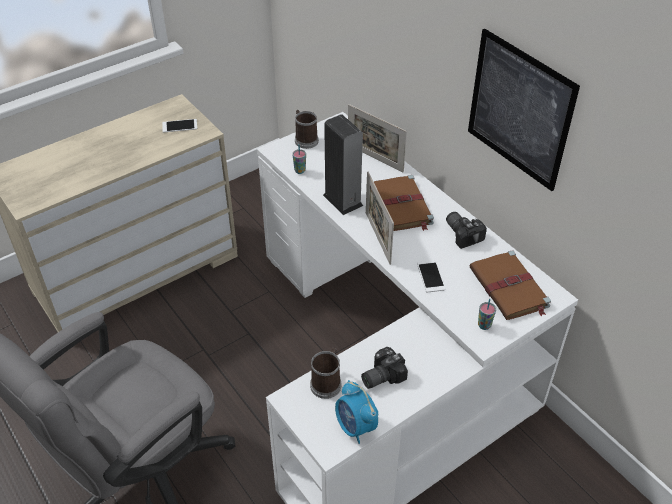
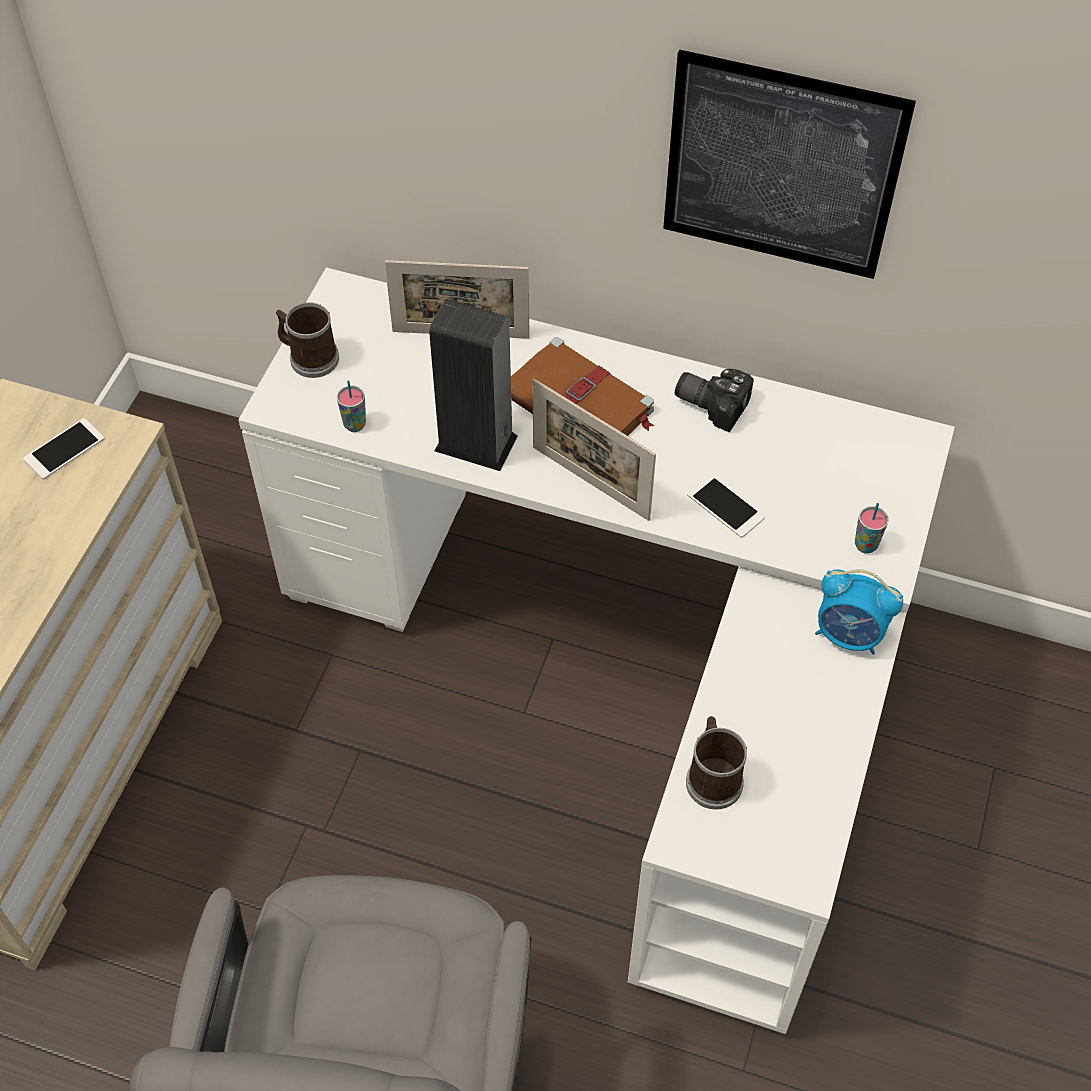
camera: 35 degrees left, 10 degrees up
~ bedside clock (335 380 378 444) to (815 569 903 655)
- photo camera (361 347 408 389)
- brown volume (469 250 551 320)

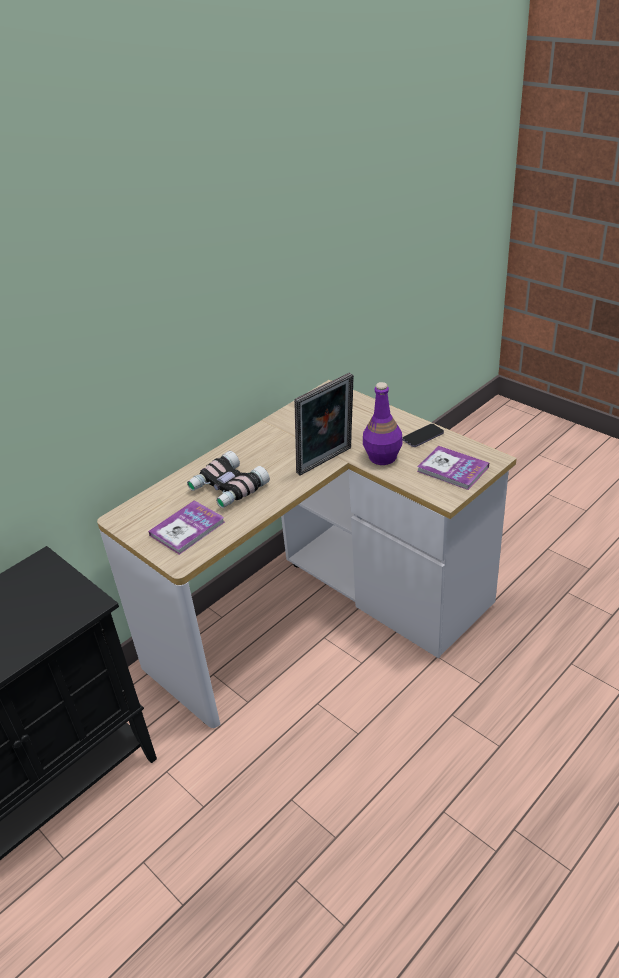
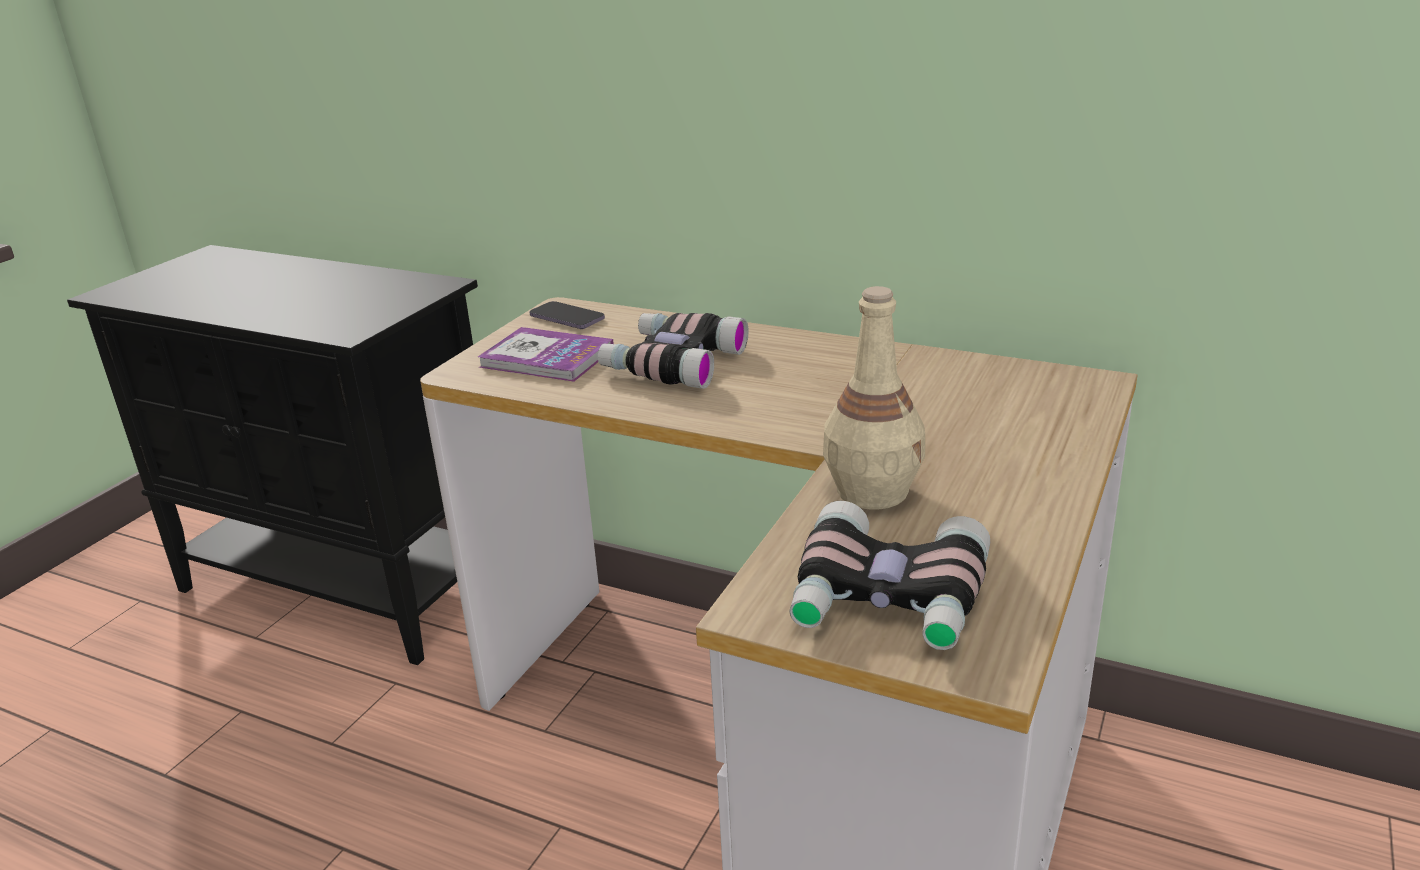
camera: 70 degrees right, 10 degrees down
- standing frame (294 372 354 475)
~ purple drink bottle (363 382 402 465) to sand-coloured drink bottle (823 286 925 510)
~ phone (403 424 444 447) to (529 301 605 329)
~ volume (417 446 489 490) to pair of binoculars (789 501 990 650)

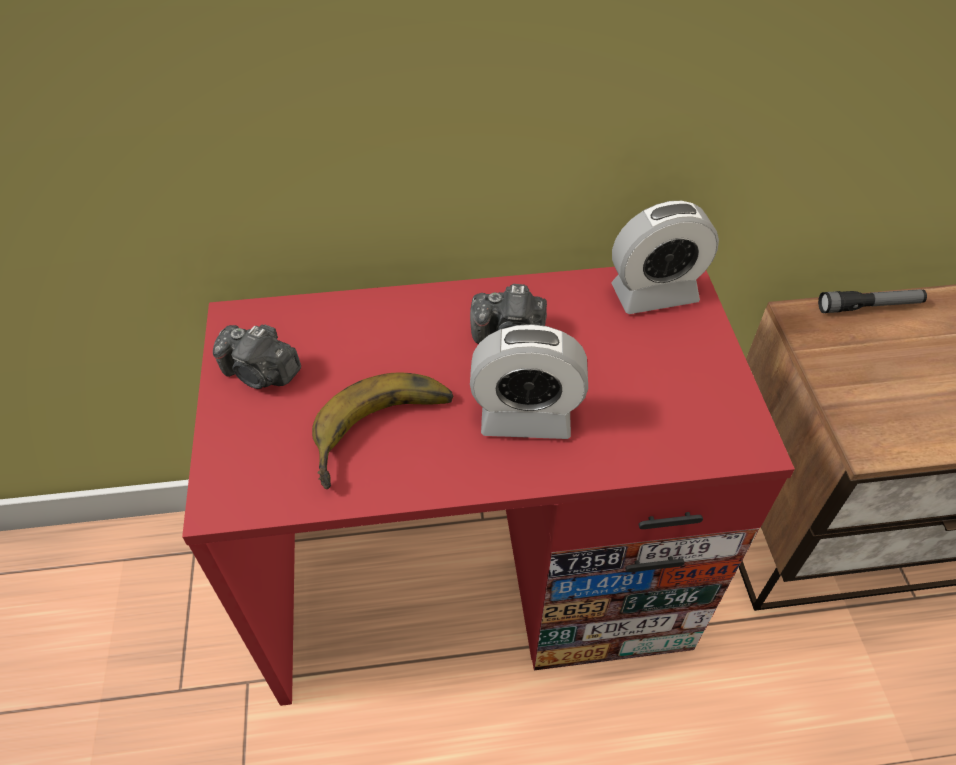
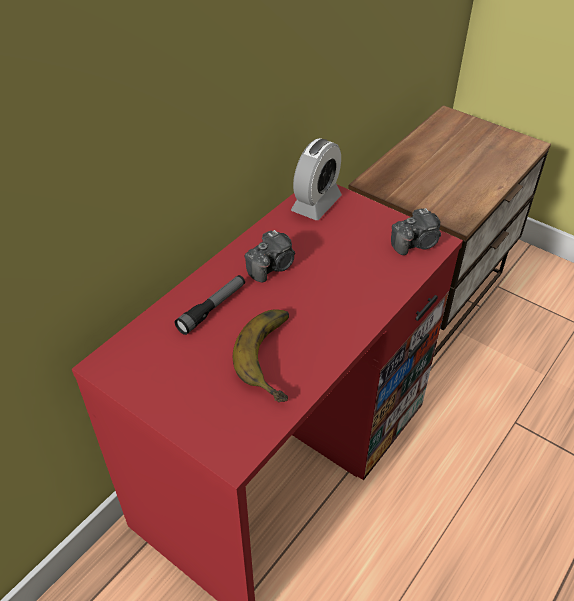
camera: 45 degrees left, 5 degrees down
~ photo camera (213 324 301 389) to (391 208 441 255)
- bedside clock (470 324 588 439)
~ flashlight (818 289 927 313) to (175 275 245 335)

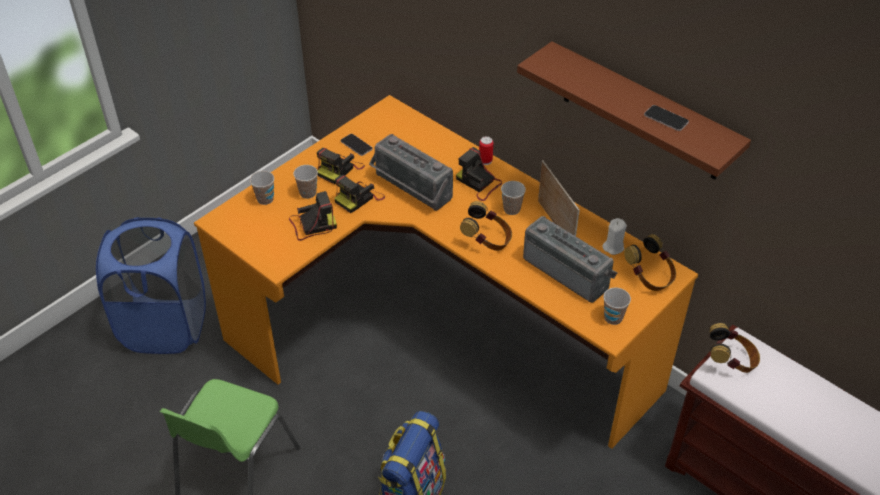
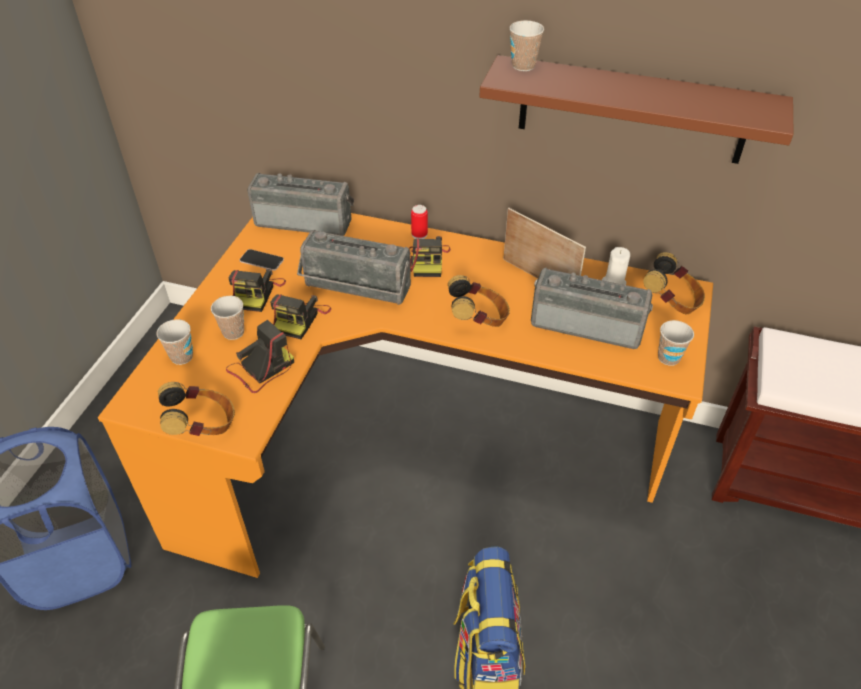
camera: 25 degrees left, 0 degrees up
~ photo camera (456 147 502 201) = (409 236 450 277) 105 degrees counterclockwise
~ drinking cup (501 181 526 215) to (509 20 544 71)
- phone (644 105 689 131)
~ headphones (710 323 760 373) to (158 382 235 436)
+ radio (248 173 354 236)

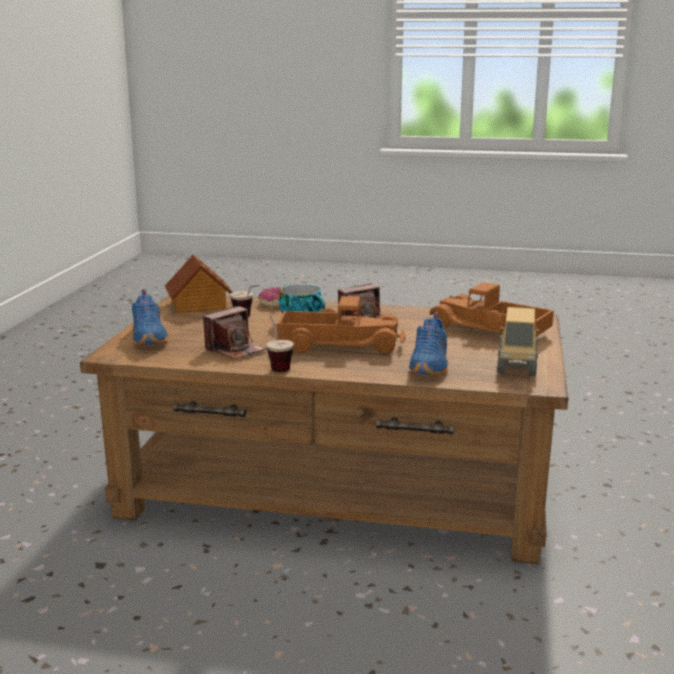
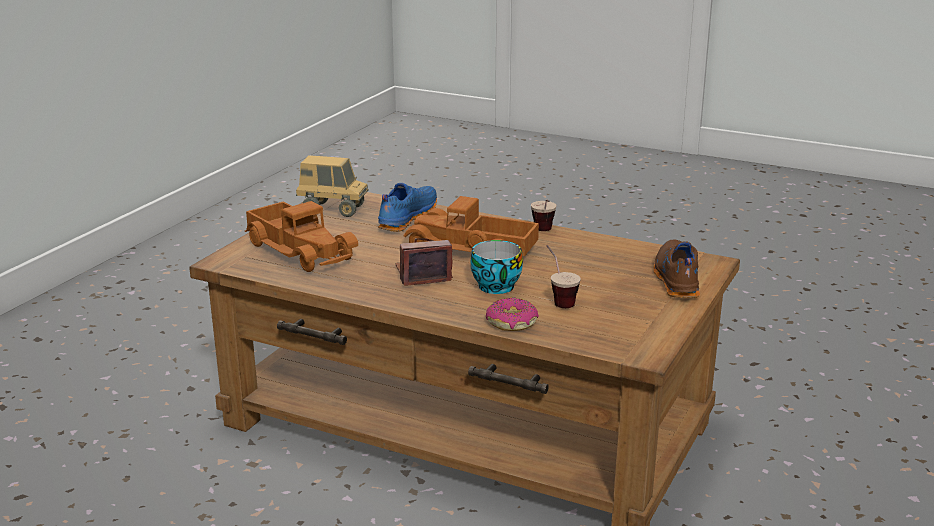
camera: 165 degrees left, 5 degrees up
~ bluish item of footwear (132 289 168 346) to brown item of footwear (653 240 700 298)
- miniature house (165 255 233 314)
- photo camera (203 306 267 360)
~ toy lorry (497 307 540 376) = (296 155 368 217) 105 degrees counterclockwise

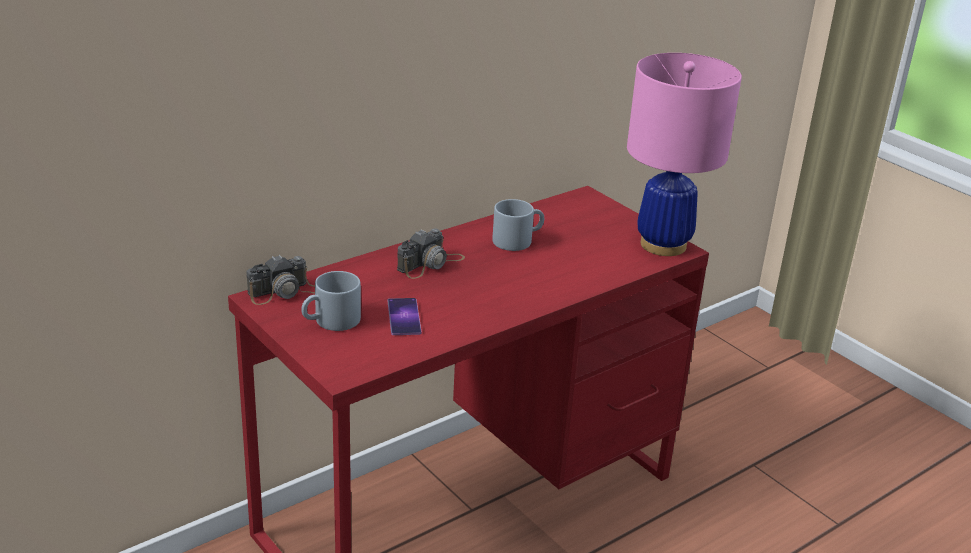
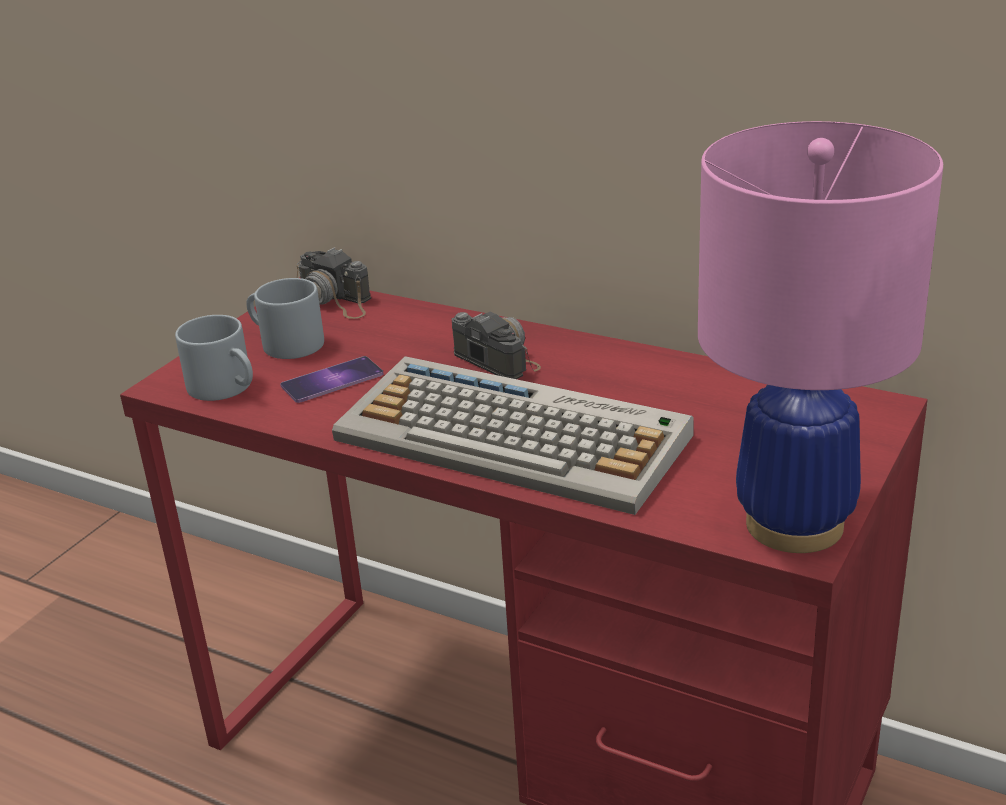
camera: 70 degrees right, 0 degrees up
~ photo camera (397 229 465 279) = (452 312 541 379) 150 degrees counterclockwise
~ gray tea mug (492 199 544 251) to (175 315 253 401)
+ PC keyboard (332 356 694 515)

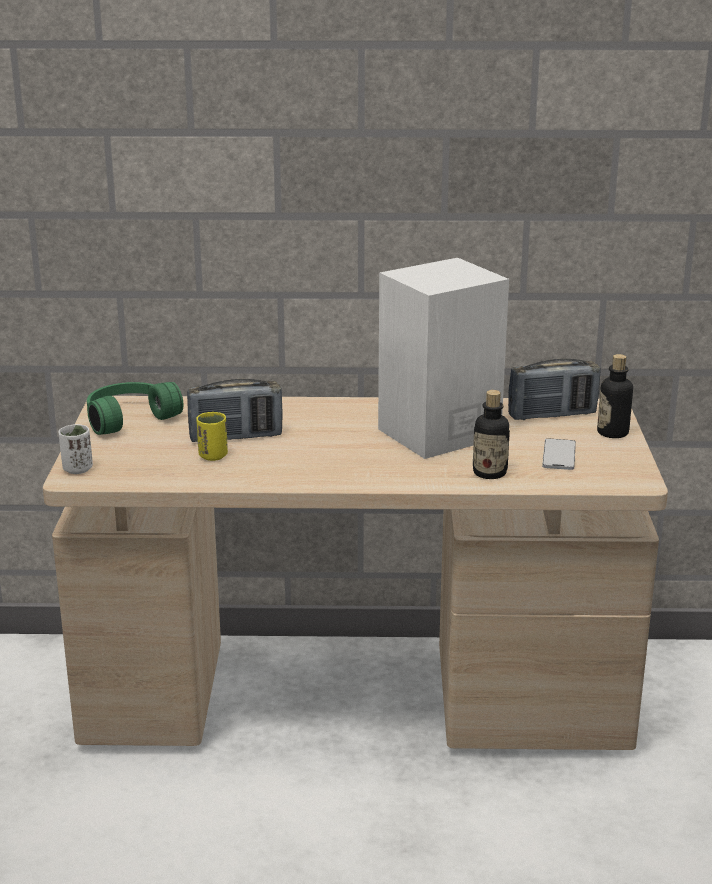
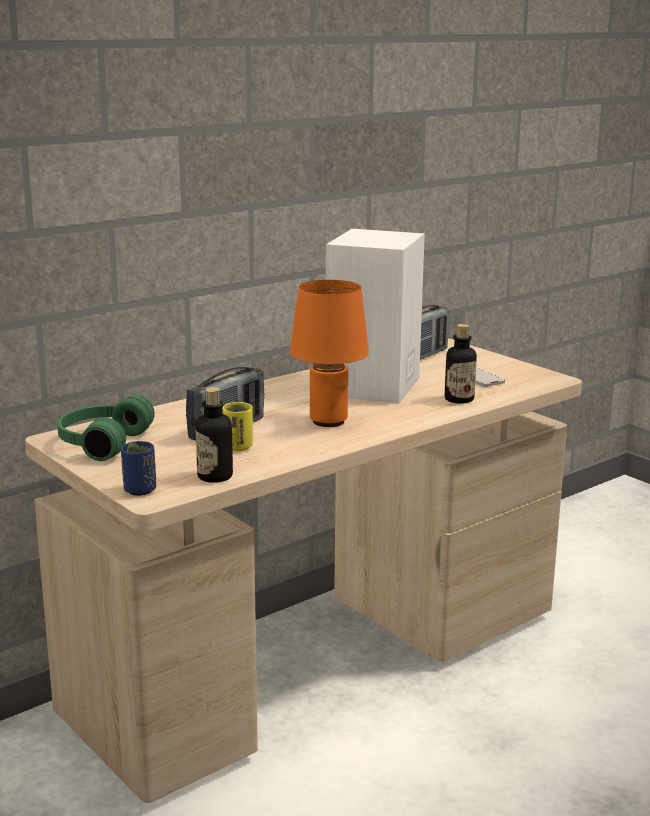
camera: 40 degrees left, 5 degrees down
~ white-coloured drinking cup (58 424 93 474) to bluish drinking cup (121 441 156 496)
~ drink bottle (597 354 633 438) to (196 387 233 483)
+ orange table lamp (290 280 369 427)

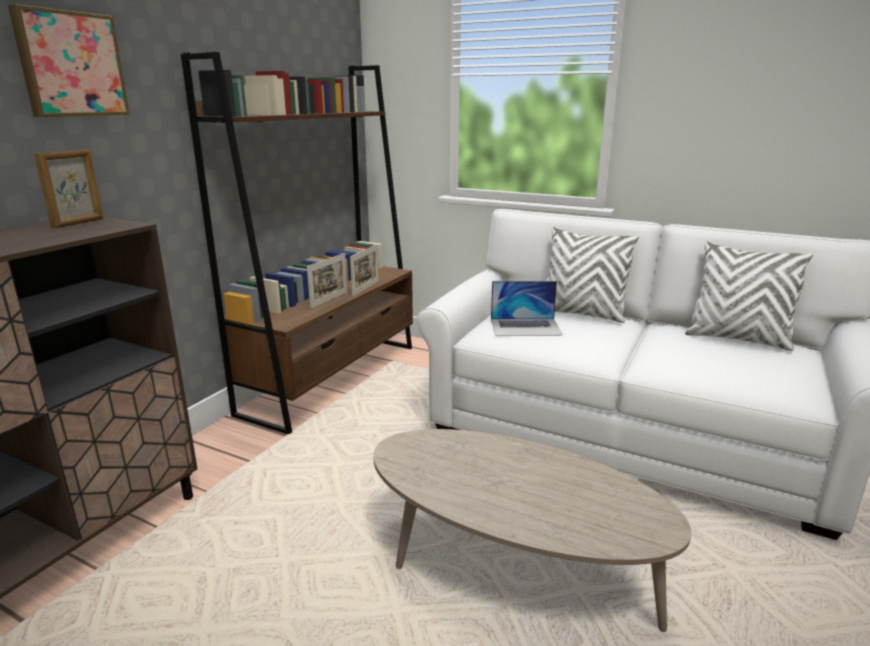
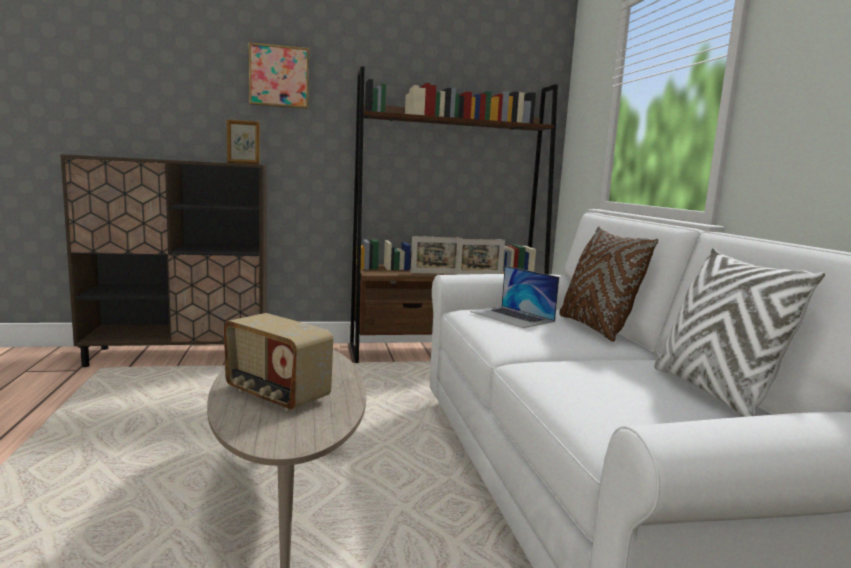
camera: 50 degrees right, 10 degrees down
~ white-coloured pillow (546 227 639 323) to brown pillow (559 226 659 342)
+ radio (224 313 333 411)

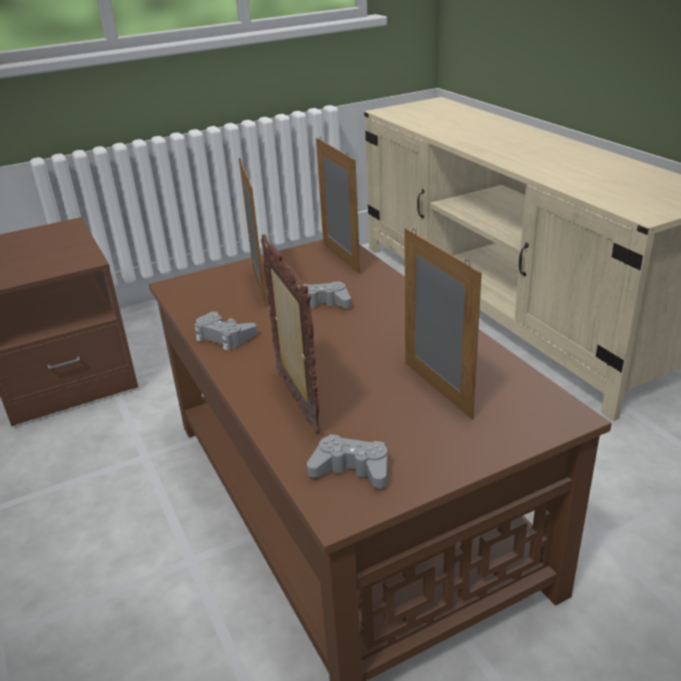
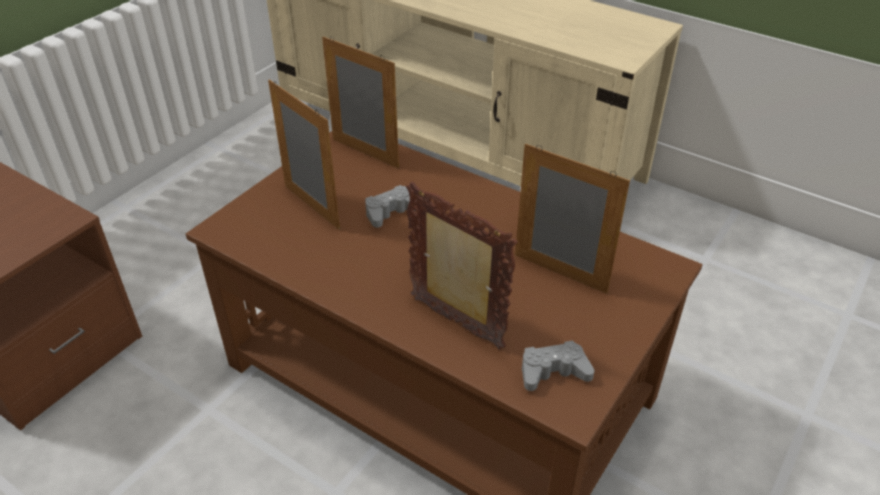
camera: 30 degrees left, 10 degrees up
- gray joypad (194 312 257 351)

